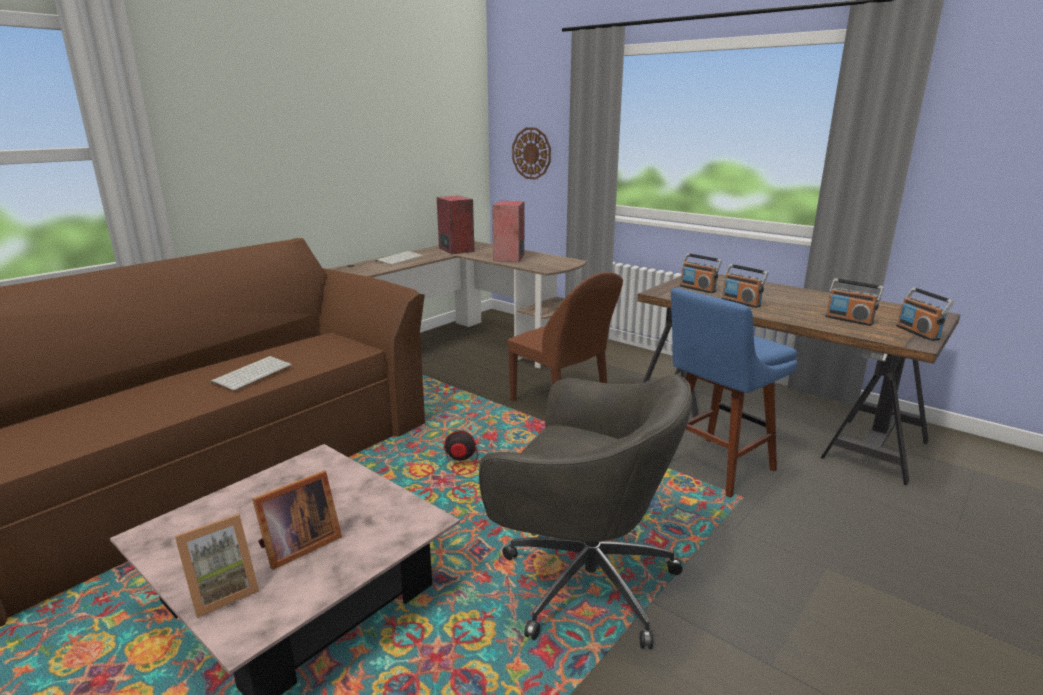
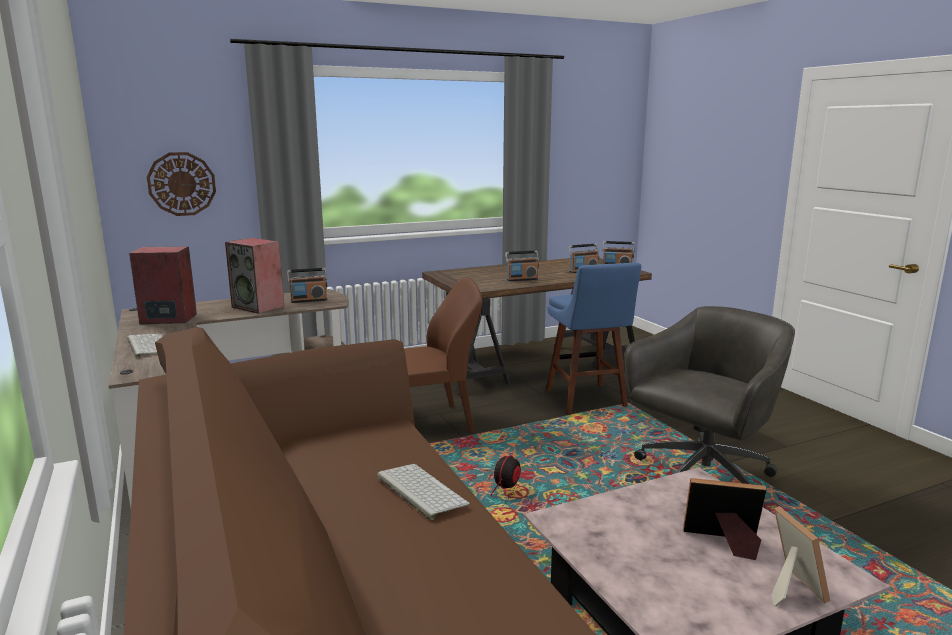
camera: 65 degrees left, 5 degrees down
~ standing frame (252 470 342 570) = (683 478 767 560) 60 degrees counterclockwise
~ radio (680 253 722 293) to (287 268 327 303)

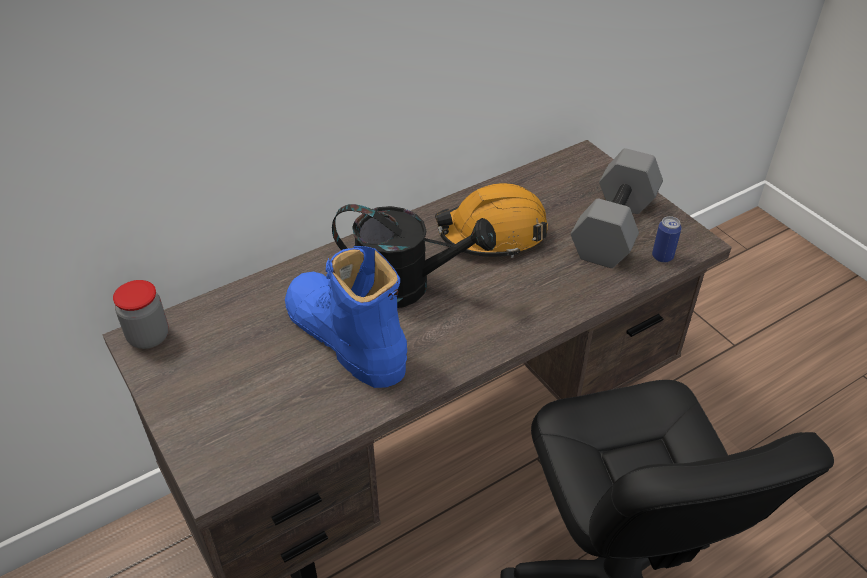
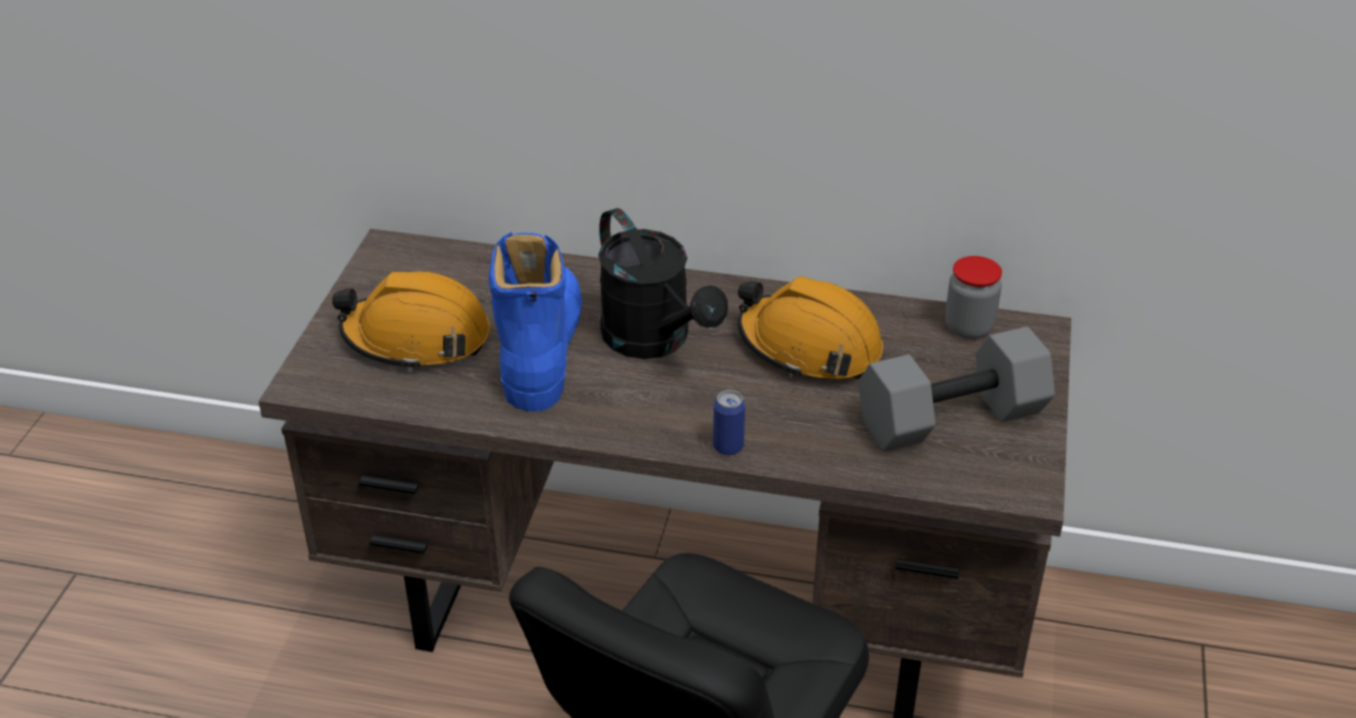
camera: 45 degrees right, 5 degrees down
~ storage jar (113 280 169 349) to (945 256 1002 339)
~ sealed can (652 216 681 263) to (713 390 745 455)
+ orange work helmet (332 271 490 371)

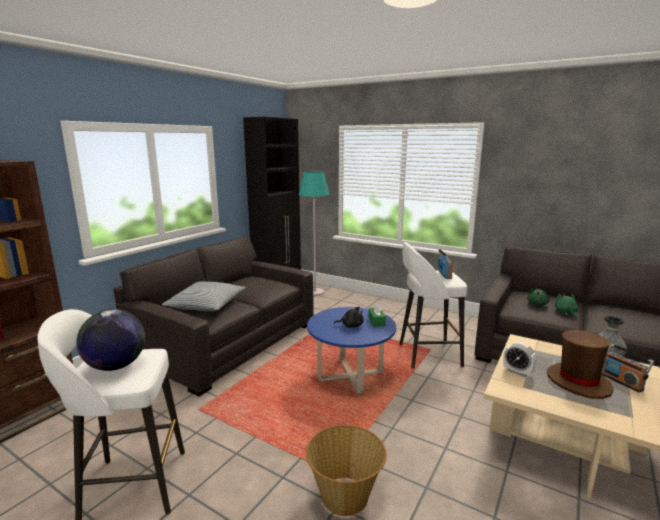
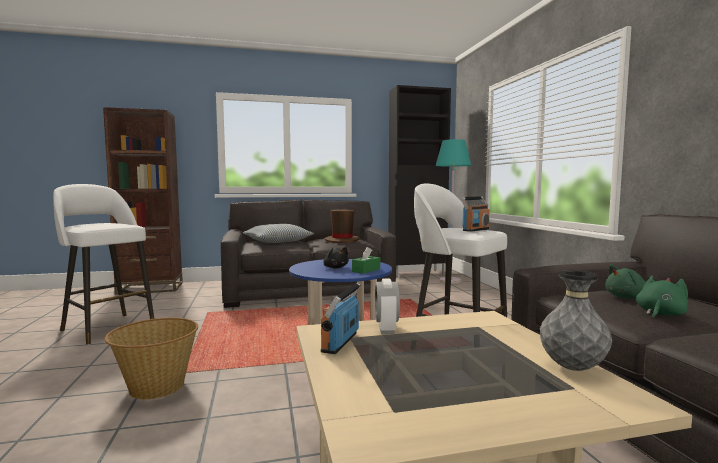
camera: 45 degrees right, 10 degrees down
- desk globe (77 309 145 371)
~ brown hat (547 330 614 399) to (325 210 360 243)
~ radio (601 344 654 392) to (321 283 361 354)

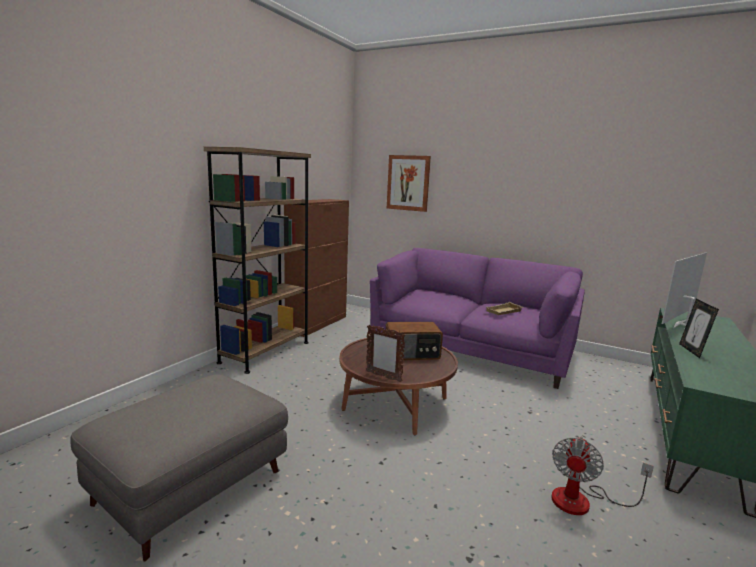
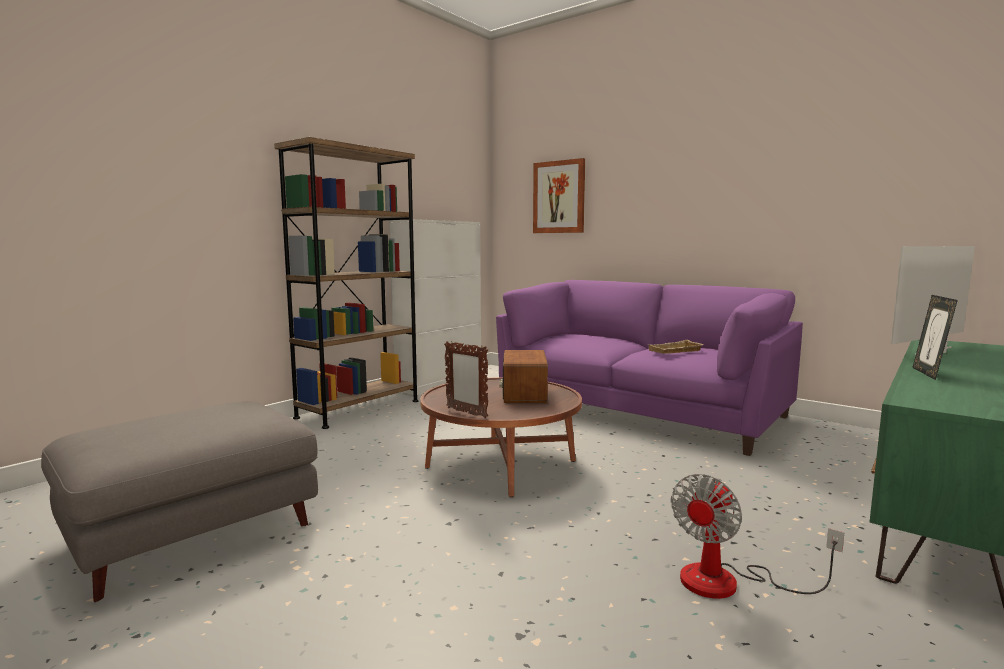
camera: 10 degrees right, 5 degrees down
~ brown storage cabinet (284 199 349 337) to white-coloured storage cabinet (389 219 481 395)
~ radio (386 322 443 360) = (499 350 548 403) 90 degrees clockwise

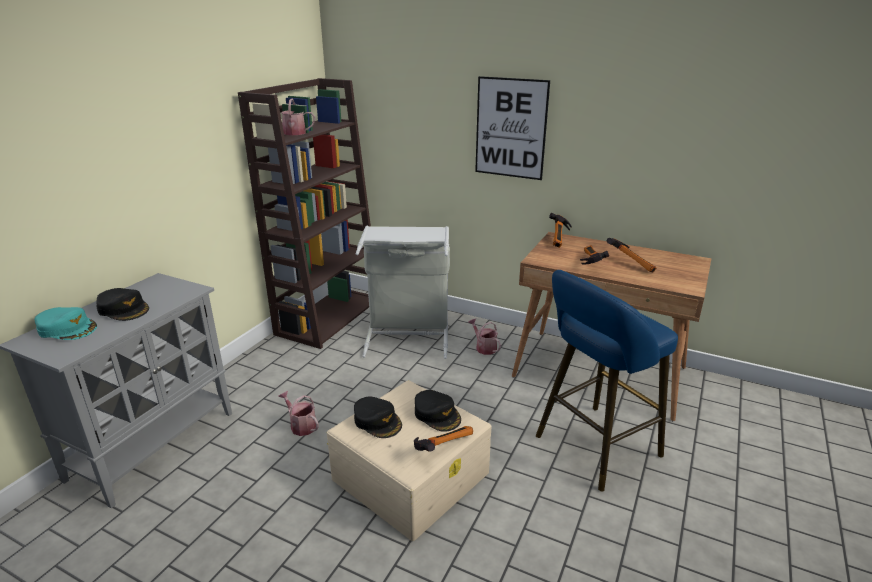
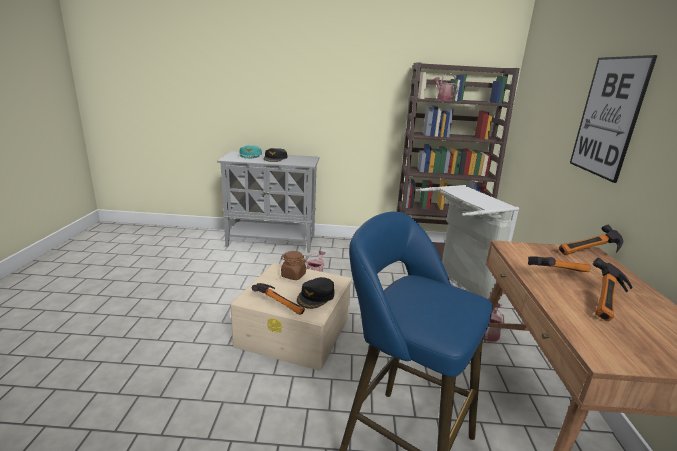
camera: 65 degrees right, 5 degrees down
~ black baseball cap (354 396 402 438) to brown storage jar (281 251 306 280)

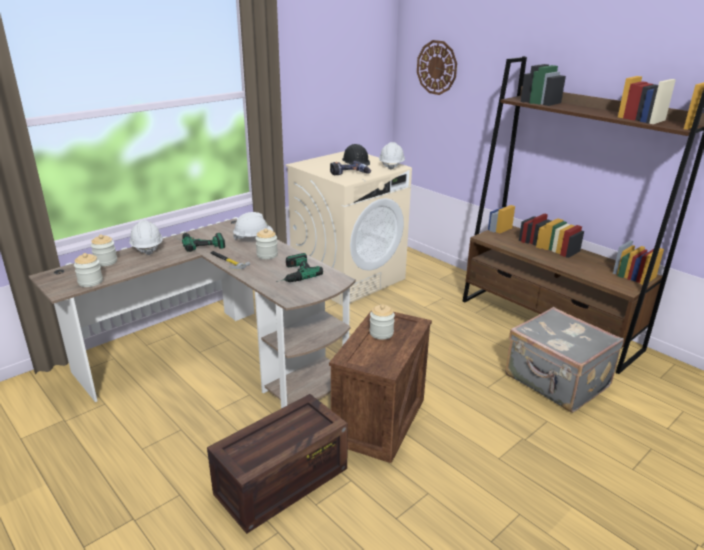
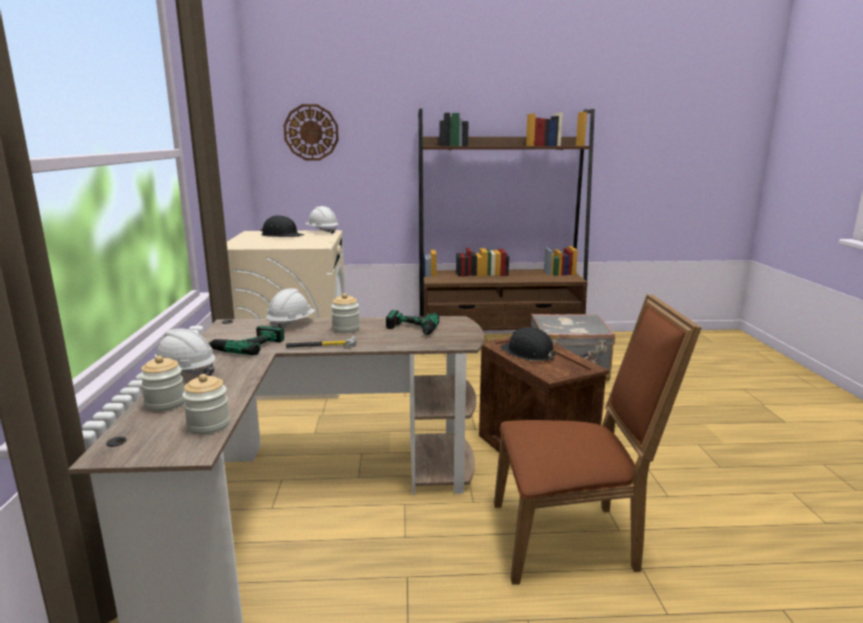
camera: 50 degrees left, 10 degrees down
~ packing crate (207 394 348 534) to brown plain chair (494 294 701 585)
- power drill (330 161 371 175)
~ storage jar (370 304 395 340) to black work helmet (500 327 557 361)

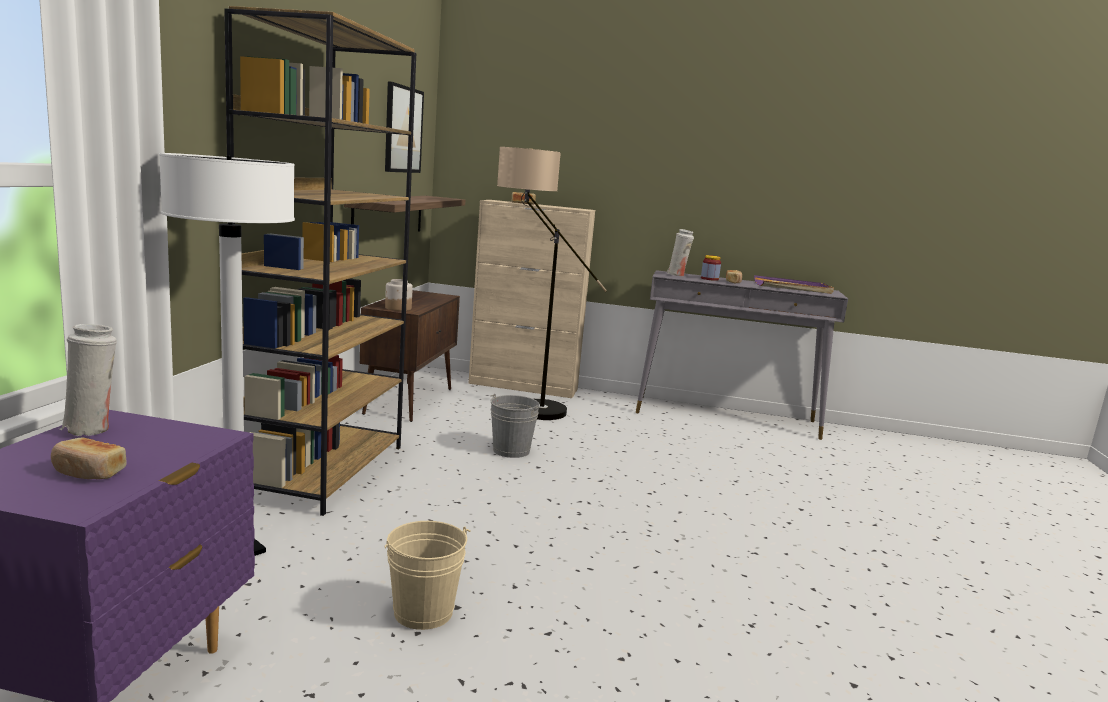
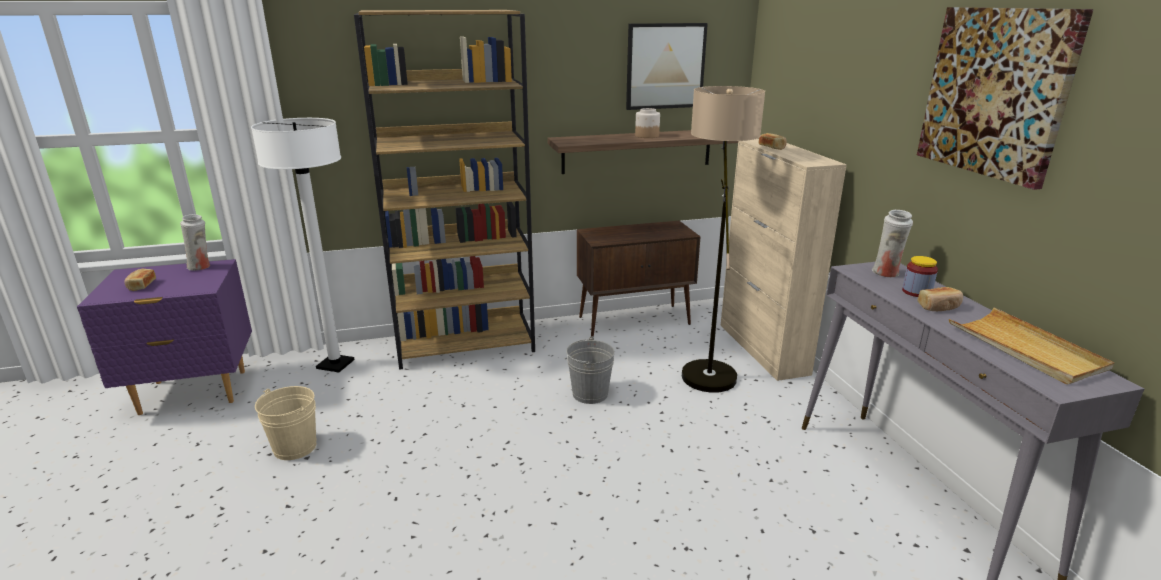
camera: 65 degrees right, 10 degrees up
~ storage jar (385 279 413 311) to (635 108 660 138)
~ purple carrying tray (754 275 834 294) to sand-coloured carrying tray (949 308 1115 384)
+ wall art (917 7 1094 190)

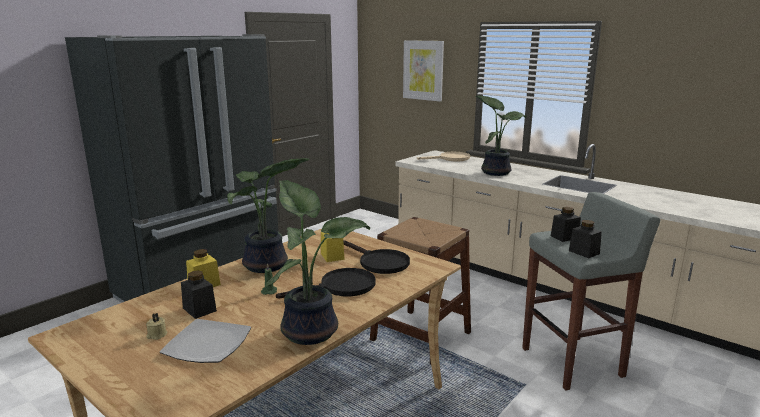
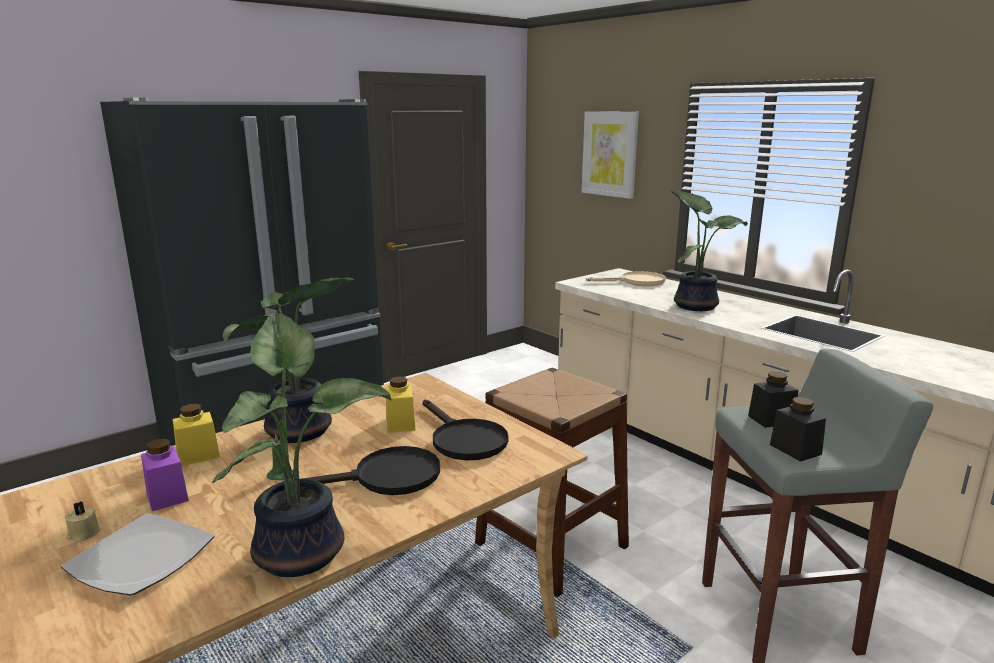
camera: 10 degrees right, 0 degrees up
~ black storage jar (181 271 217 319) to purple storage jar (141 439 189 511)

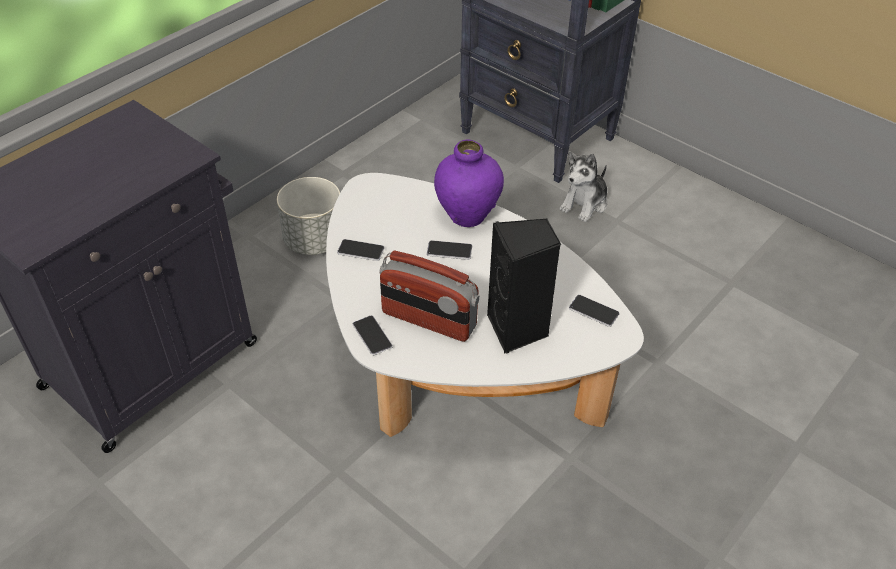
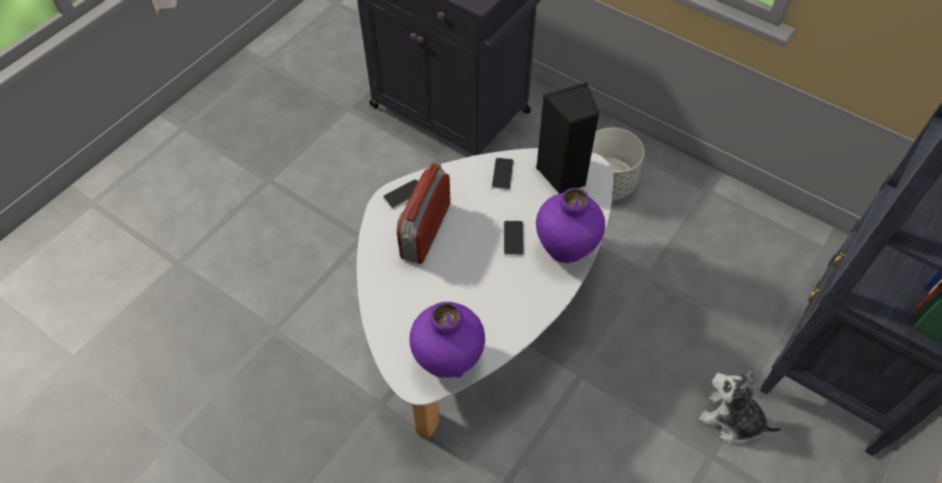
camera: 85 degrees right, 10 degrees up
~ black audio speaker (487 218 561 353) to (536 82 600 194)
~ phone (569 295 620 327) to purple vase (409 302 485 378)

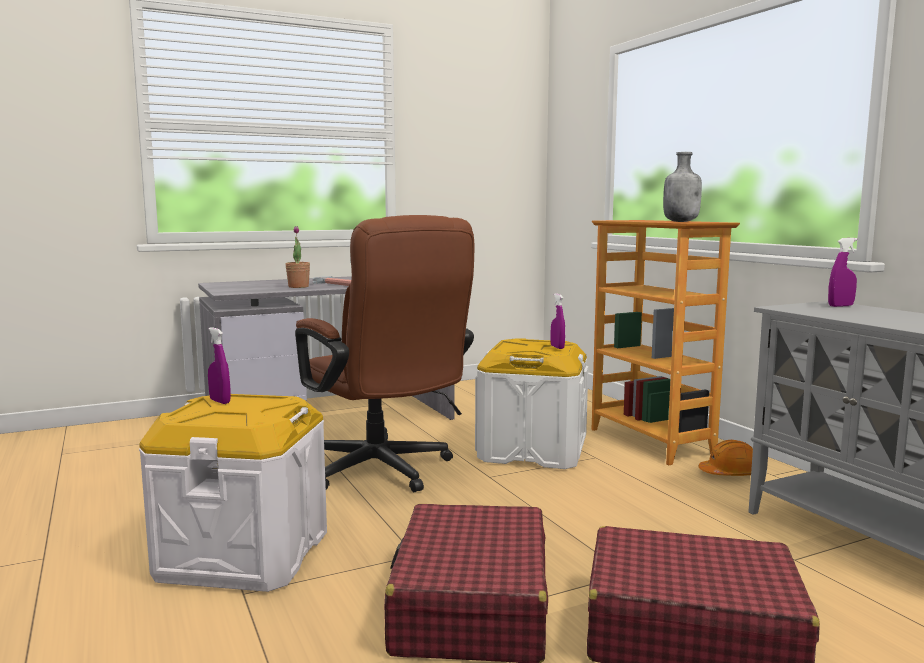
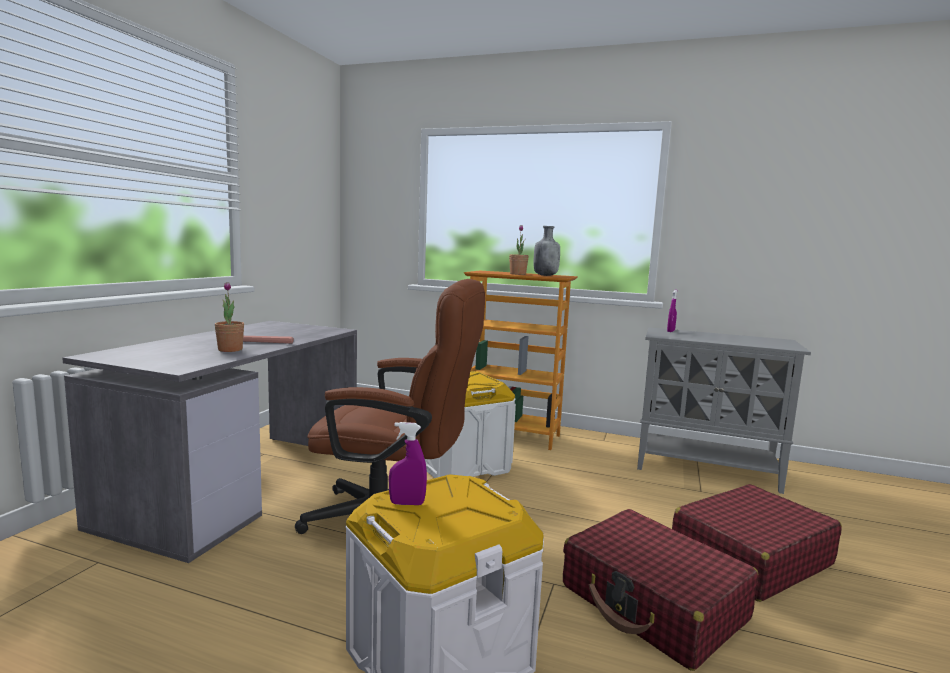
camera: 45 degrees left, 0 degrees up
- purple spray bottle (551 293 565 349)
- orange work helmet (699 440 753 476)
+ plant in a pot (509 225 529 275)

